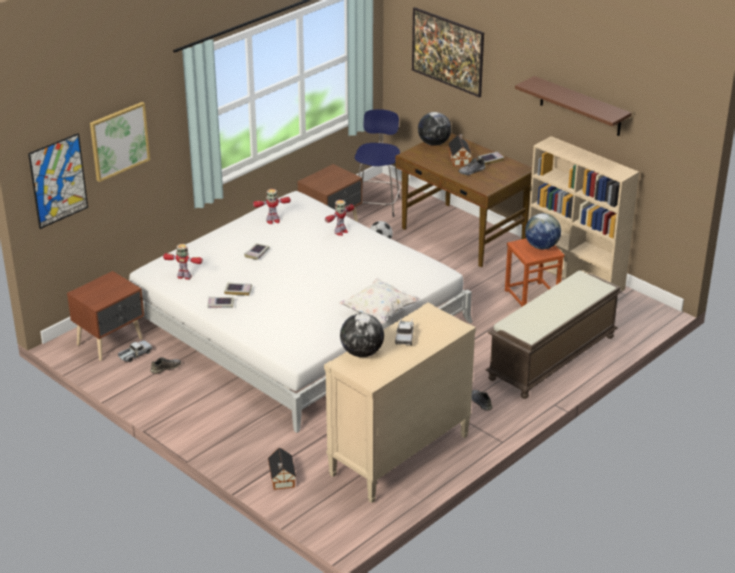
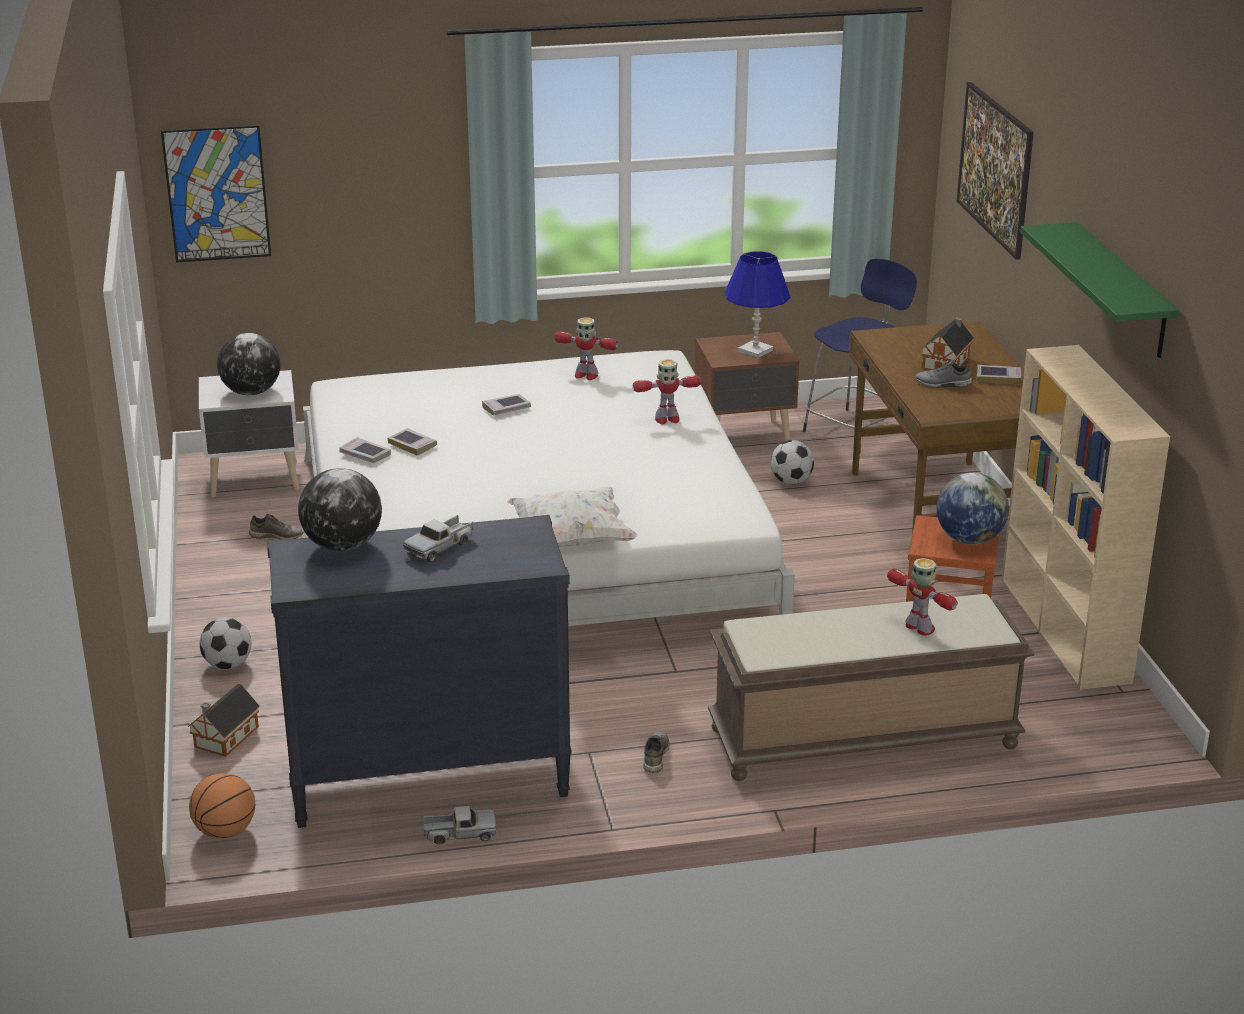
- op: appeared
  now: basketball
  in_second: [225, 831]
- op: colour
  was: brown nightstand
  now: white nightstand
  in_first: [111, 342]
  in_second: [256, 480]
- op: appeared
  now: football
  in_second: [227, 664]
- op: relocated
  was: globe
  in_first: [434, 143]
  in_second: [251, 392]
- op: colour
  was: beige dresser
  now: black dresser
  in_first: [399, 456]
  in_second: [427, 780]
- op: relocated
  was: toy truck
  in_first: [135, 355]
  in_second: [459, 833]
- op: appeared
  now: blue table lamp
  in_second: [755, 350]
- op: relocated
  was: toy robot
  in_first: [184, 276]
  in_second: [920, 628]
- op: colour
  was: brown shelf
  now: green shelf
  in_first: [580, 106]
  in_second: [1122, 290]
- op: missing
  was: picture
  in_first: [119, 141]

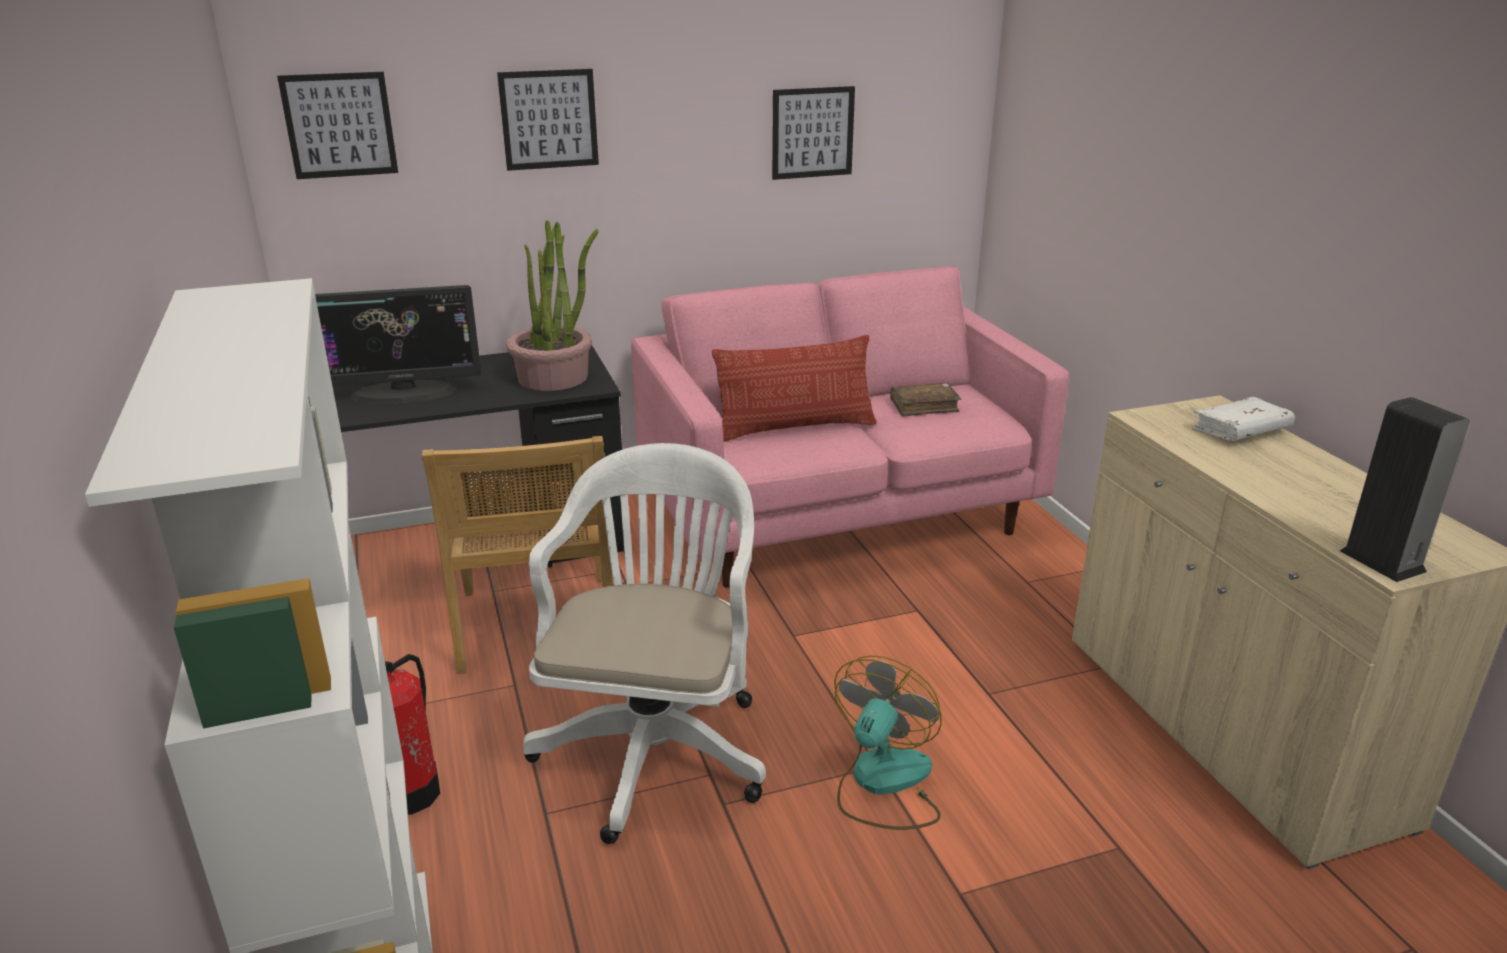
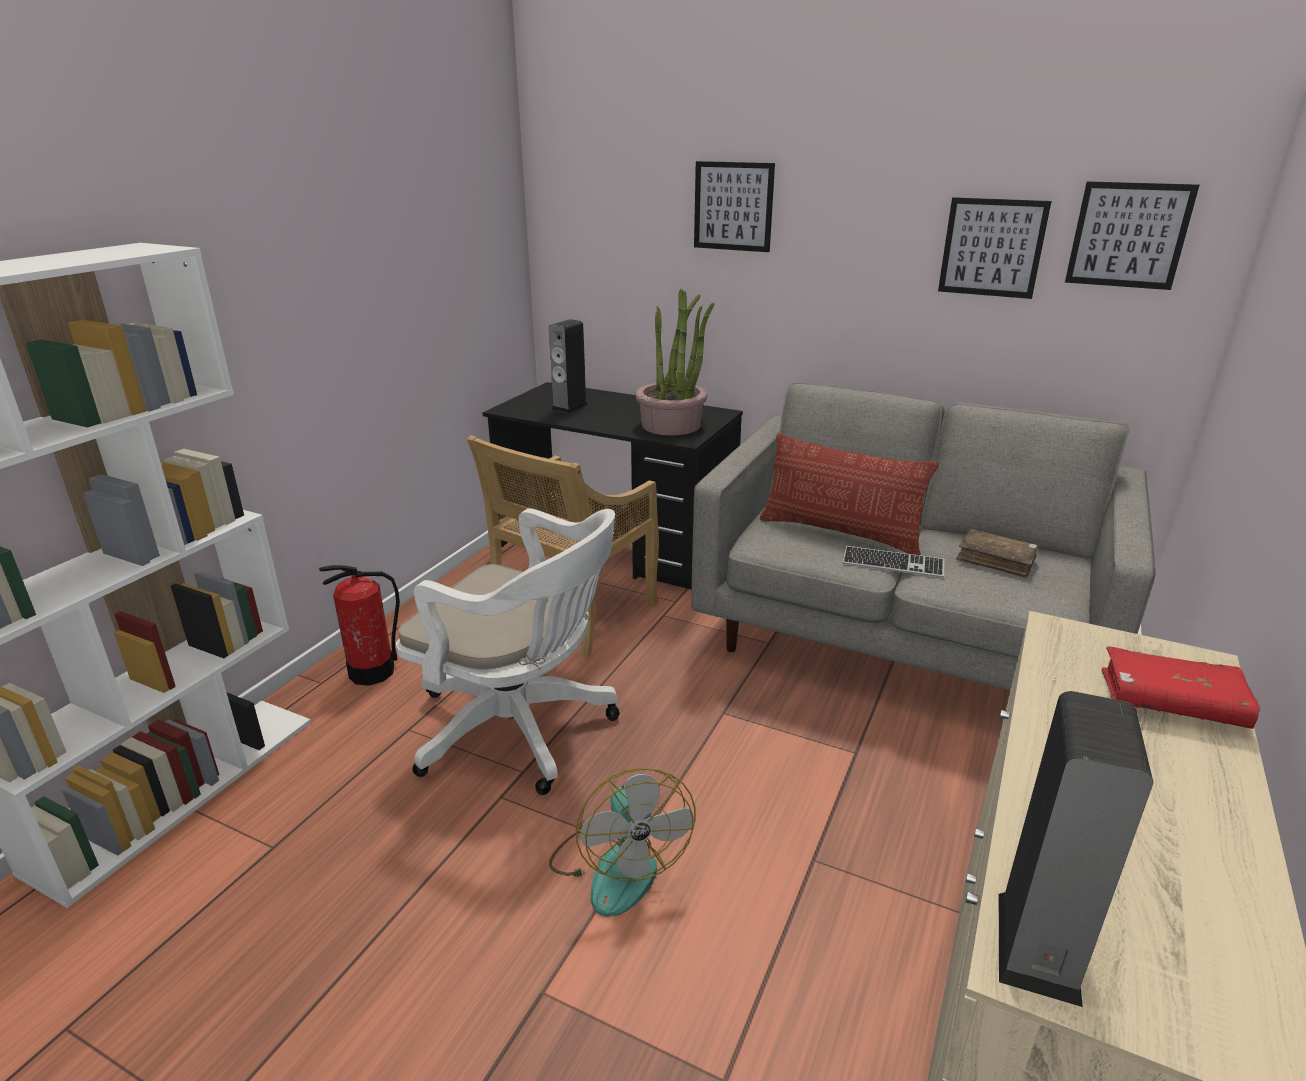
- op: spun
  was: white office chair
  in_first: [656, 745]
  in_second: [522, 730]
  clockwise: 60
- op: exchanged
  was: monitor
  now: speaker
  in_first: [404, 392]
  in_second: [569, 407]
- op: spun
  was: fan
  in_first: [883, 784]
  in_second: [618, 865]
  clockwise: 90
- op: colour
  was: pink sofa
  now: grey sofa
  in_first: [838, 517]
  in_second: [899, 642]
- op: appeared
  now: keyboard
  in_second: [892, 564]
- op: relocated
  was: picture
  in_first: [339, 125]
  in_second: [1128, 235]
- op: colour
  was: white book
  now: red book
  in_first: [1240, 431]
  in_second: [1171, 702]

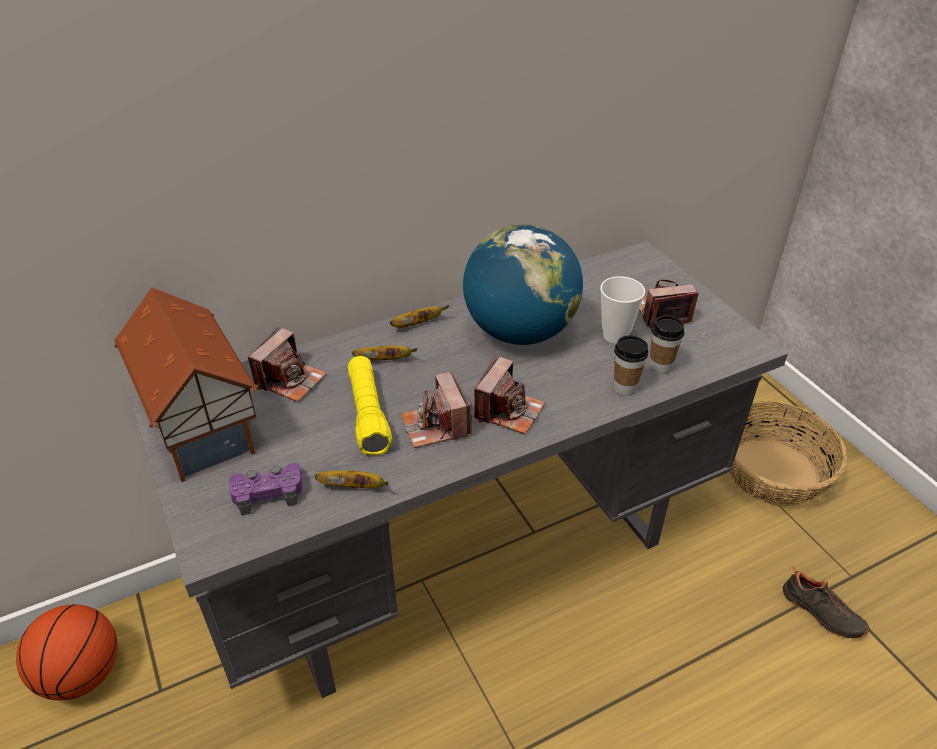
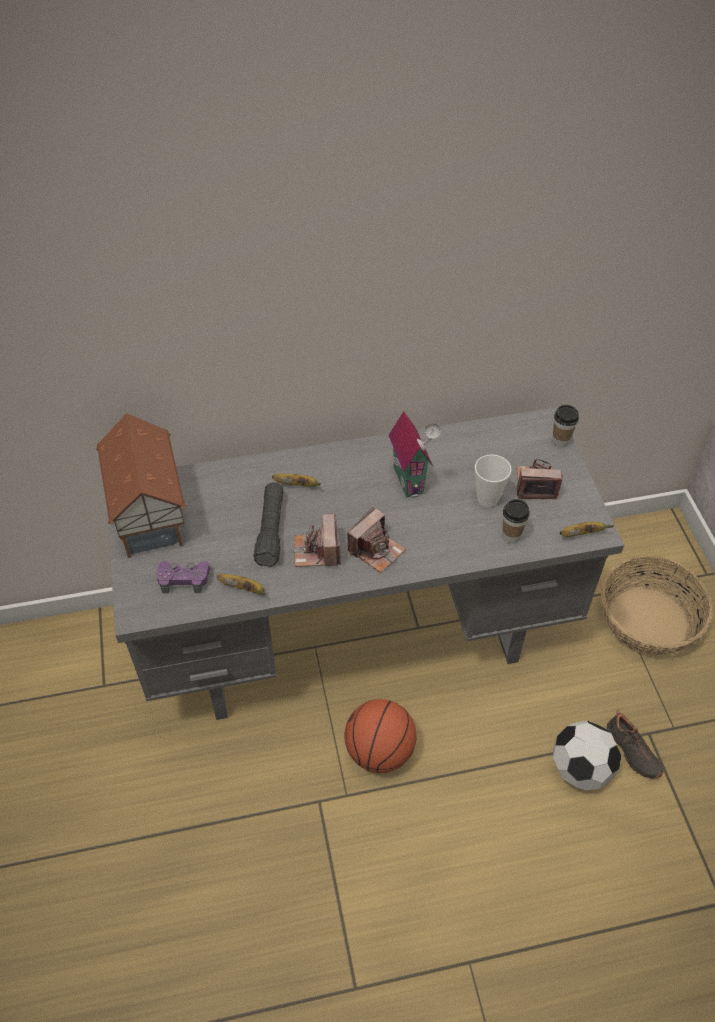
- op: colour
  was: yellow flashlight
  now: black flashlight
  in_first: [368, 414]
  in_second: [271, 530]
- op: relocated
  was: basketball
  in_first: [82, 674]
  in_second: [380, 751]
- op: exchanged
  was: globe
  now: toy house
  in_first: [519, 332]
  in_second: [411, 480]
- op: relocated
  was: cup
  in_first: [624, 388]
  in_second: [560, 441]
- op: appeared
  now: football
  in_second: [580, 769]
- op: relocated
  was: banana
  in_first: [417, 324]
  in_second: [581, 534]
- op: missing
  was: photo camera
  in_first: [290, 380]

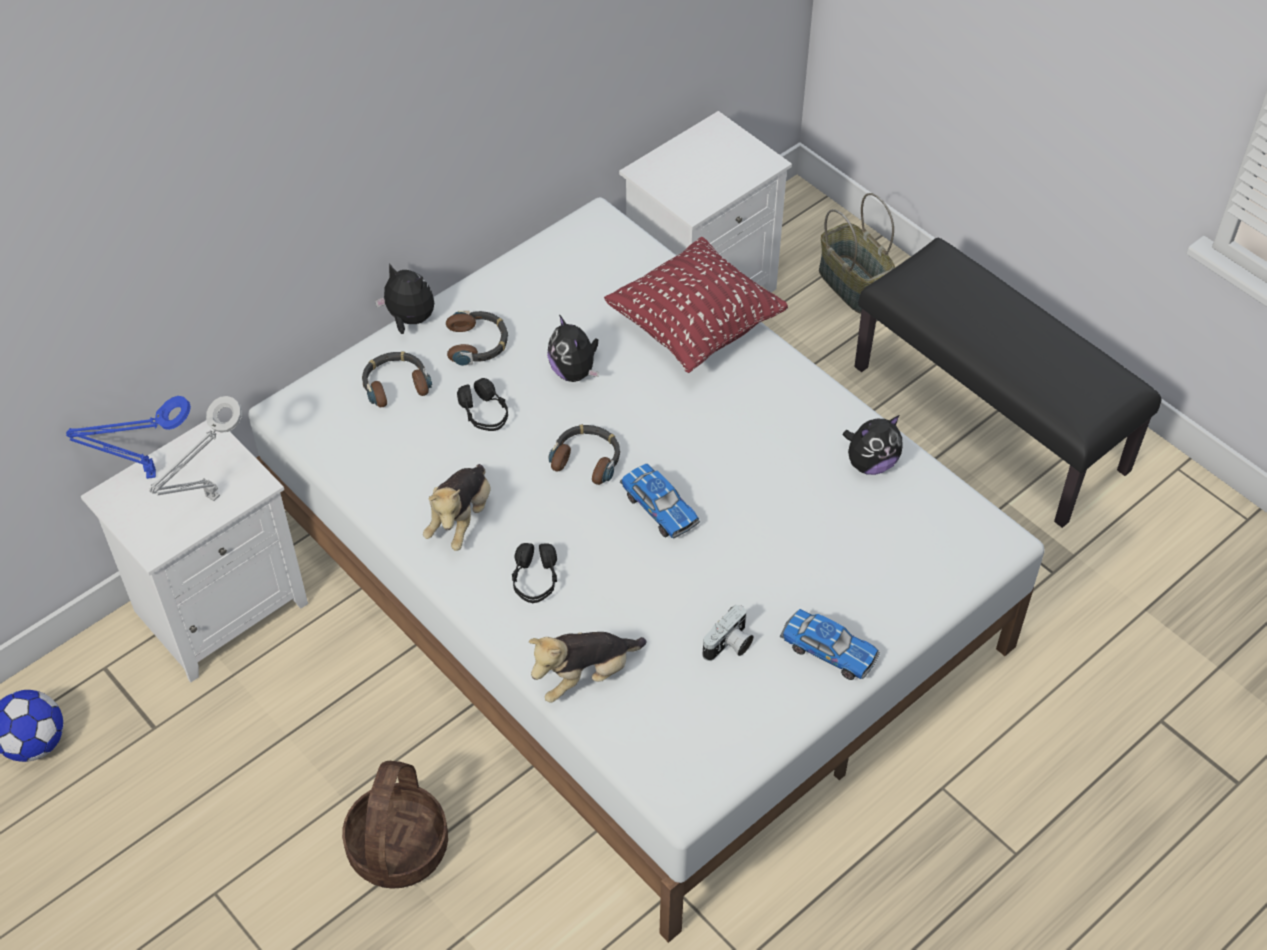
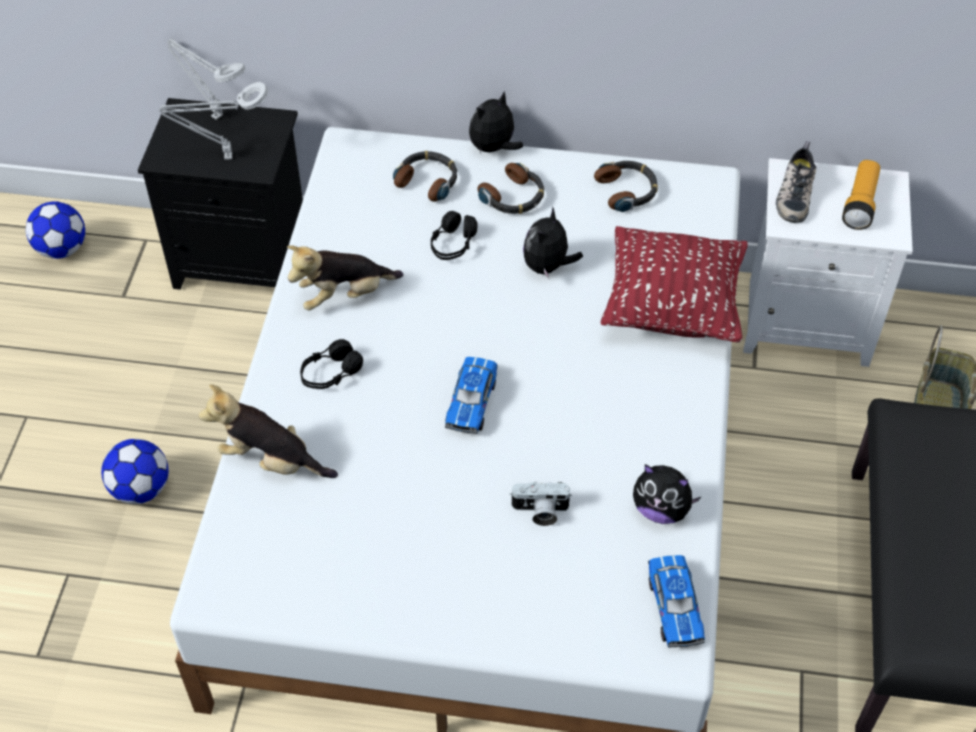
- op: exchanged
  was: basket
  now: football
  in_first: [397, 846]
  in_second: [141, 489]
- op: colour
  was: white nightstand
  now: black nightstand
  in_first: [220, 605]
  in_second: [245, 260]
- op: colour
  was: blue table lamp
  now: grey table lamp
  in_first: [147, 475]
  in_second: [214, 115]
- op: spun
  was: plush toy
  in_first: [409, 320]
  in_second: [493, 148]
  clockwise: -120
- op: relocated
  was: photo camera
  in_first: [729, 645]
  in_second: [540, 511]
- op: relocated
  was: headphones
  in_first: [587, 459]
  in_second: [627, 190]
- op: relocated
  was: toy car
  in_first: [828, 650]
  in_second: [674, 606]
- op: appeared
  now: shoe
  in_second: [793, 193]
- op: appeared
  now: flashlight
  in_second: [860, 204]

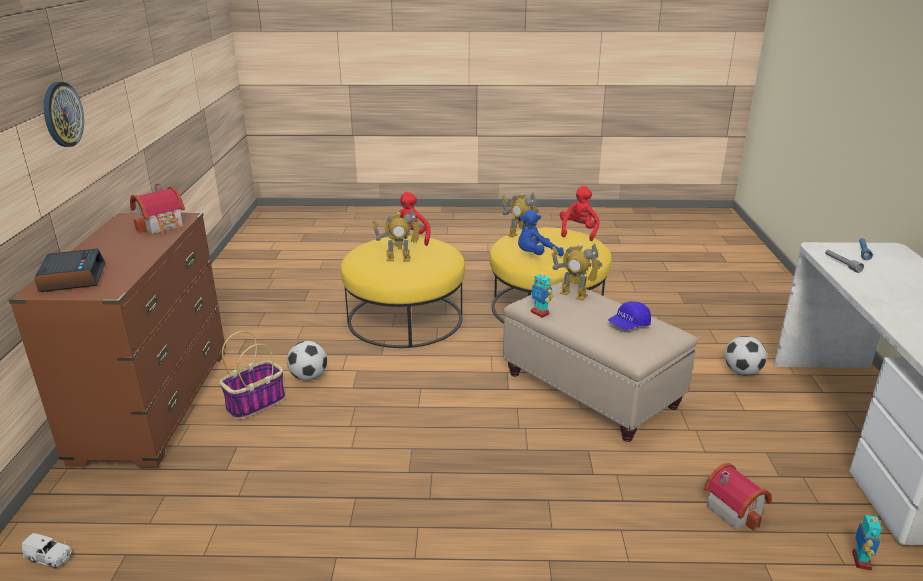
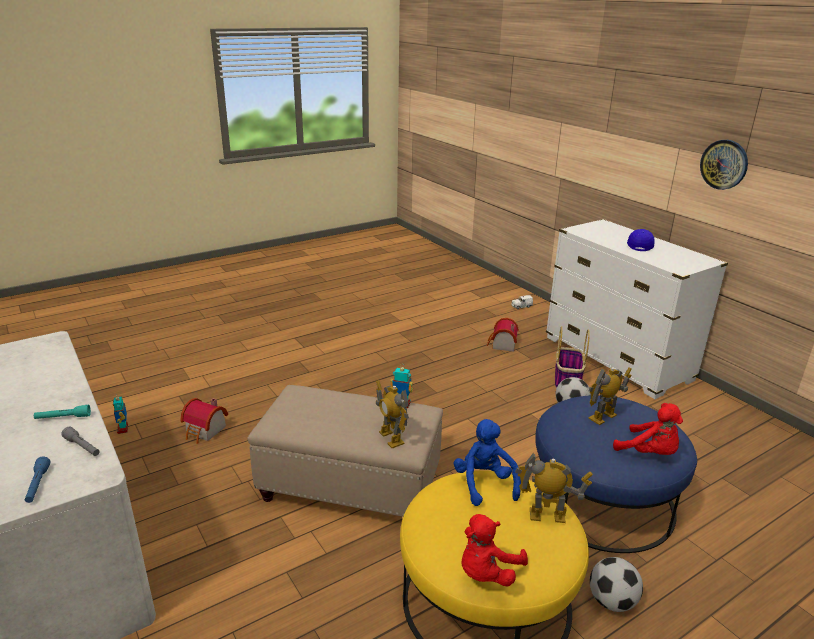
- op: appeared
  now: turquoise flashlight
  in_second: [63, 418]
- op: spun
  was: toy robot
  in_first: [573, 294]
  in_second: [391, 438]
  clockwise: -120
- op: spun
  was: blue plush toy
  in_first: [536, 255]
  in_second: [484, 483]
  clockwise: -45
- op: spun
  was: red plush toy
  in_first: [578, 232]
  in_second: [486, 572]
  clockwise: 60
- op: relocated
  was: toy house
  in_first: [163, 226]
  in_second: [502, 345]
- op: colour
  was: yellow ottoman
  now: blue ottoman
  in_first: [405, 318]
  in_second: [602, 499]
- op: colour
  was: brown dresser
  now: white dresser
  in_first: [154, 404]
  in_second: [617, 359]
- op: relocated
  was: football
  in_first: [742, 372]
  in_second: [611, 601]
- op: relocated
  was: blue cap
  in_first: [629, 325]
  in_second: [640, 245]
- op: missing
  was: alarm clock
  in_first: [72, 277]

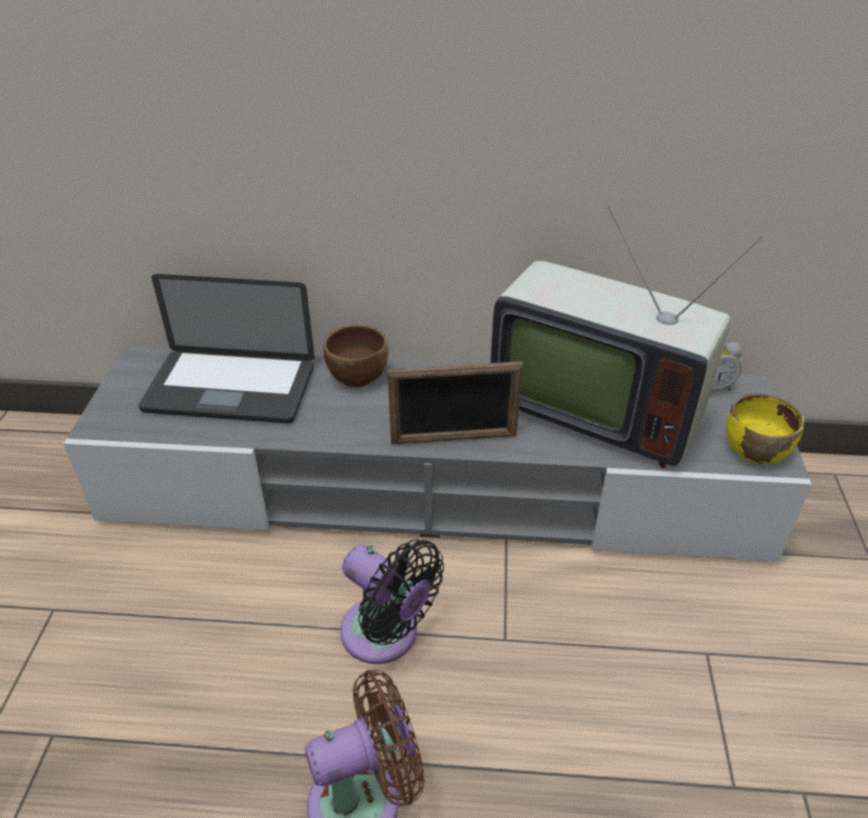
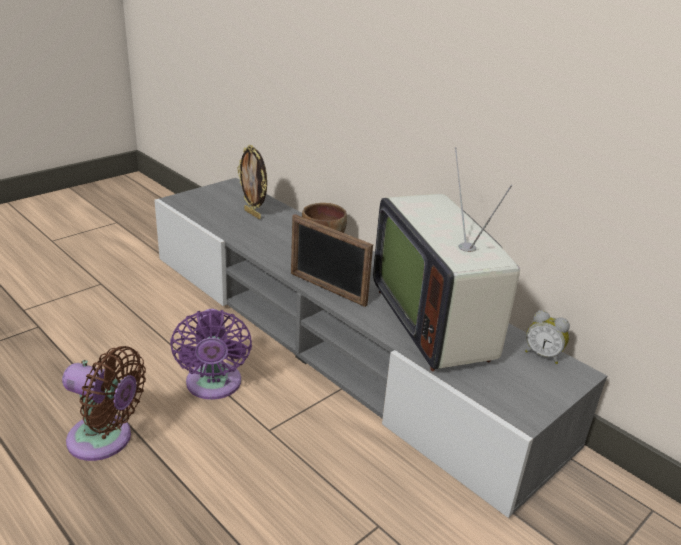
- op: colour
  was: black fan
  now: purple fan
  in_first: [386, 635]
  in_second: [213, 386]
- op: exchanged
  was: laptop
  now: picture frame
  in_first: [230, 389]
  in_second: [253, 214]
- op: missing
  was: yellow bowl
  in_first: [754, 450]

